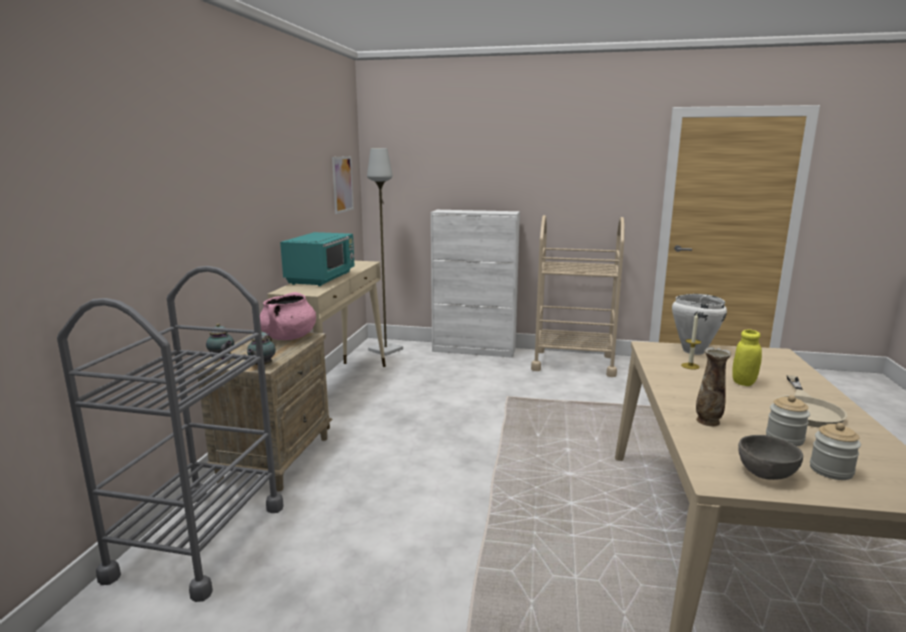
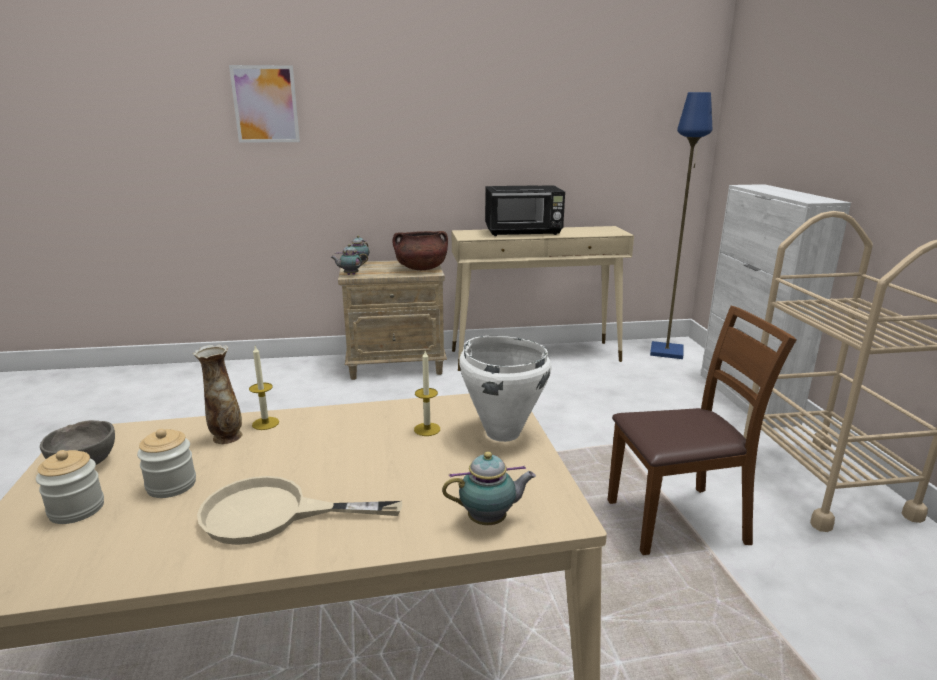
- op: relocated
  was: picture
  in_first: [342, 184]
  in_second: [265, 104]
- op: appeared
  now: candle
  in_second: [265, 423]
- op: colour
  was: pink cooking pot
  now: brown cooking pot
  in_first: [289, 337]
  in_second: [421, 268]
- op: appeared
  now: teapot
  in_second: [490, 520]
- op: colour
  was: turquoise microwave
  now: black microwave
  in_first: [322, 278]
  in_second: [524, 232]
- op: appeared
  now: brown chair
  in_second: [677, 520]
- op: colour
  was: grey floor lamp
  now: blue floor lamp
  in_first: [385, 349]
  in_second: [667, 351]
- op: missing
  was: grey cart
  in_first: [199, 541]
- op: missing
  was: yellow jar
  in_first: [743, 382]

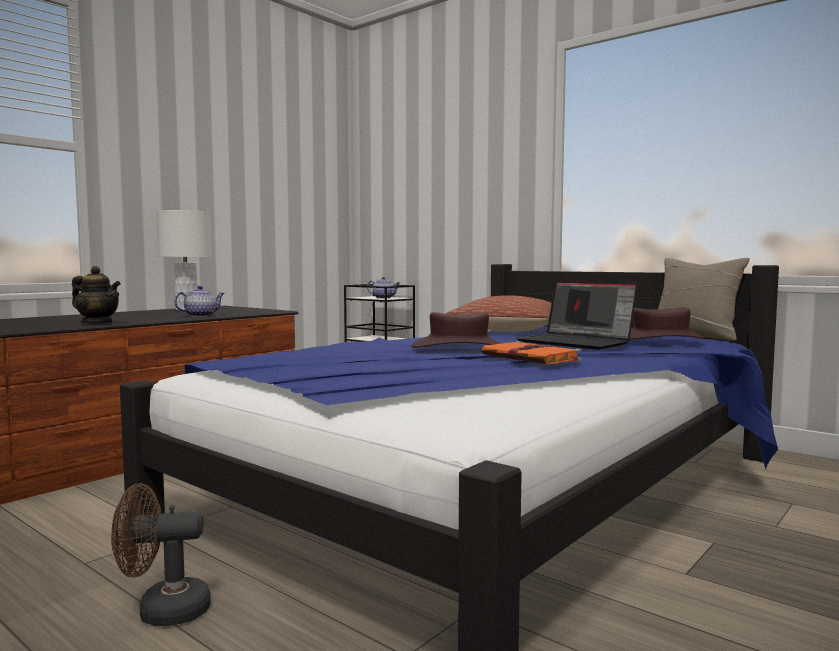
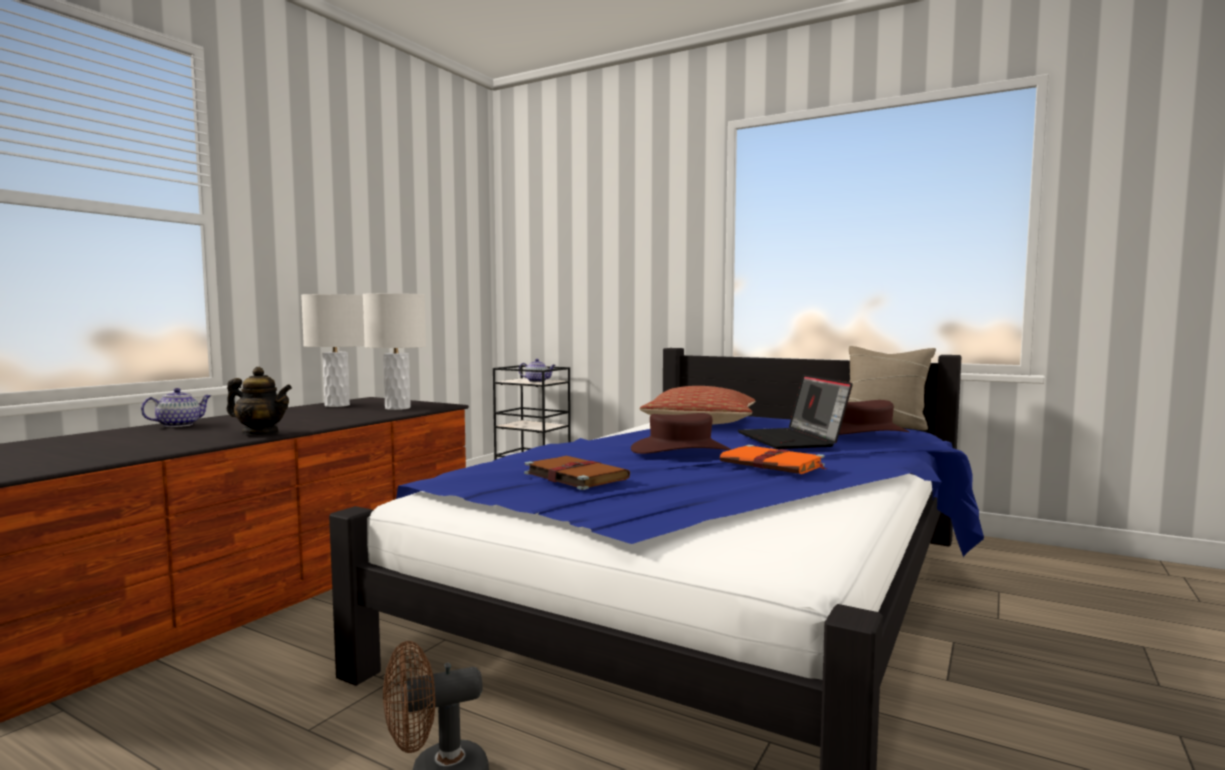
- op: relocated
  was: teapot
  in_first: [201, 316]
  in_second: [179, 425]
- op: appeared
  now: white table lamp
  in_second: [398, 408]
- op: appeared
  now: brown book
  in_second: [574, 476]
- op: spun
  was: laptop
  in_first: [577, 342]
  in_second: [792, 440]
  clockwise: 45

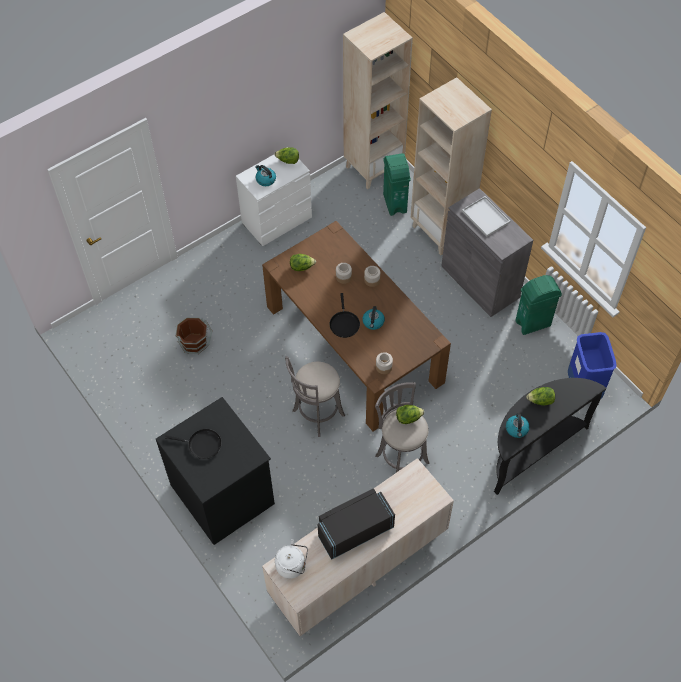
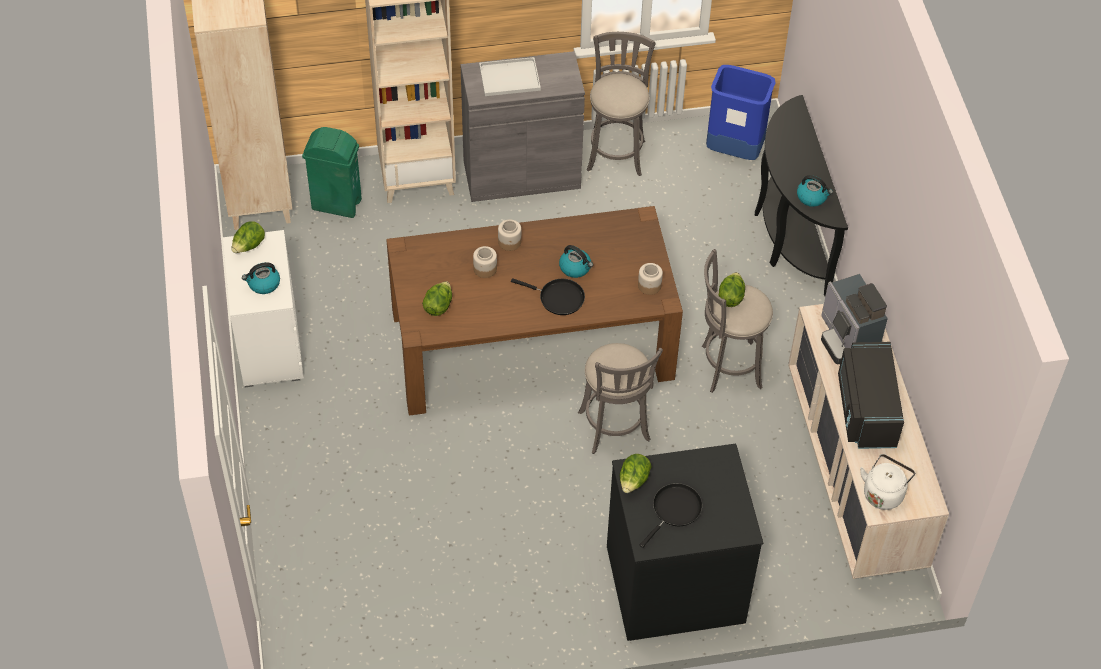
- op: exchanged
  was: green trash can
  now: grey stool
  in_first: [533, 323]
  in_second: [616, 153]
- op: relocated
  was: lettuce
  in_first: [540, 401]
  in_second: [633, 481]
- op: appeared
  now: coffee machine
  in_second: [847, 337]
- op: missing
  was: brown bucket
  in_first: [195, 343]

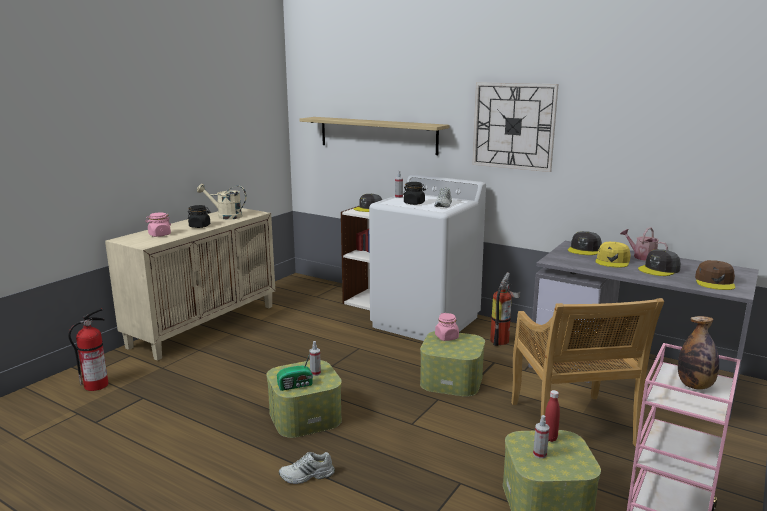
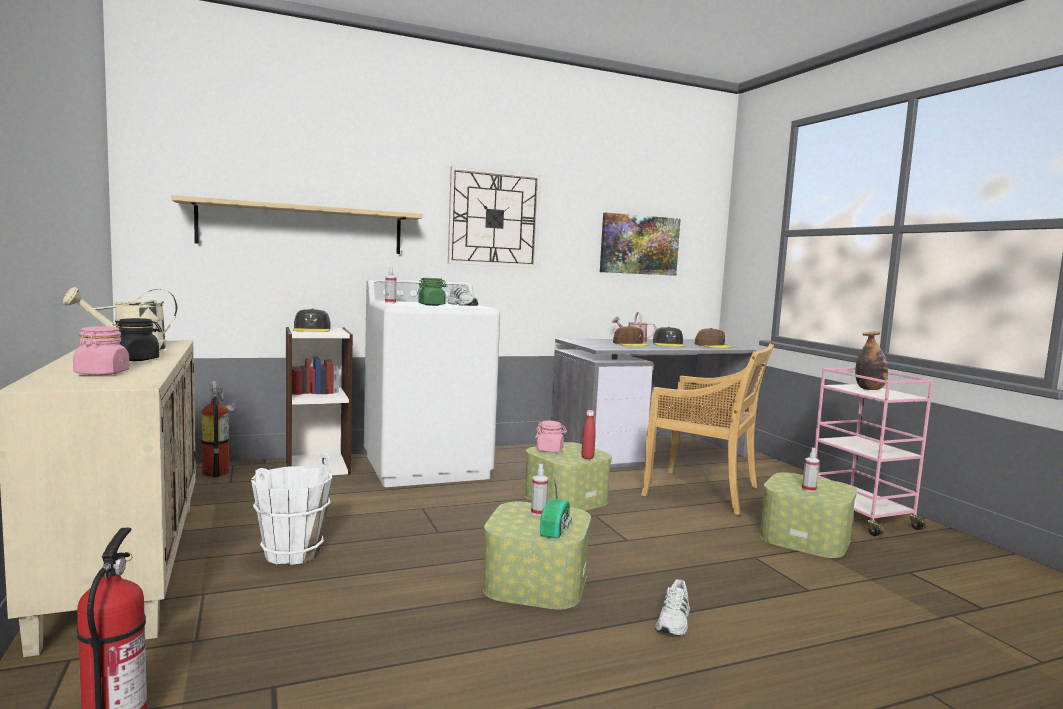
- op: relocated
  was: fire extinguisher
  in_first: [502, 340]
  in_second: [218, 471]
- op: appeared
  now: white bucket
  in_second: [291, 553]
- op: colour
  was: black jar
  now: green jar
  in_first: [414, 203]
  in_second: [432, 305]
- op: relocated
  was: red bottle
  in_first: [550, 438]
  in_second: [587, 458]
- op: appeared
  now: picture
  in_second: [639, 245]
- op: colour
  was: yellow cap
  now: brown cap
  in_first: [612, 261]
  in_second: [631, 344]
- op: missing
  was: grey cap
  in_first: [584, 249]

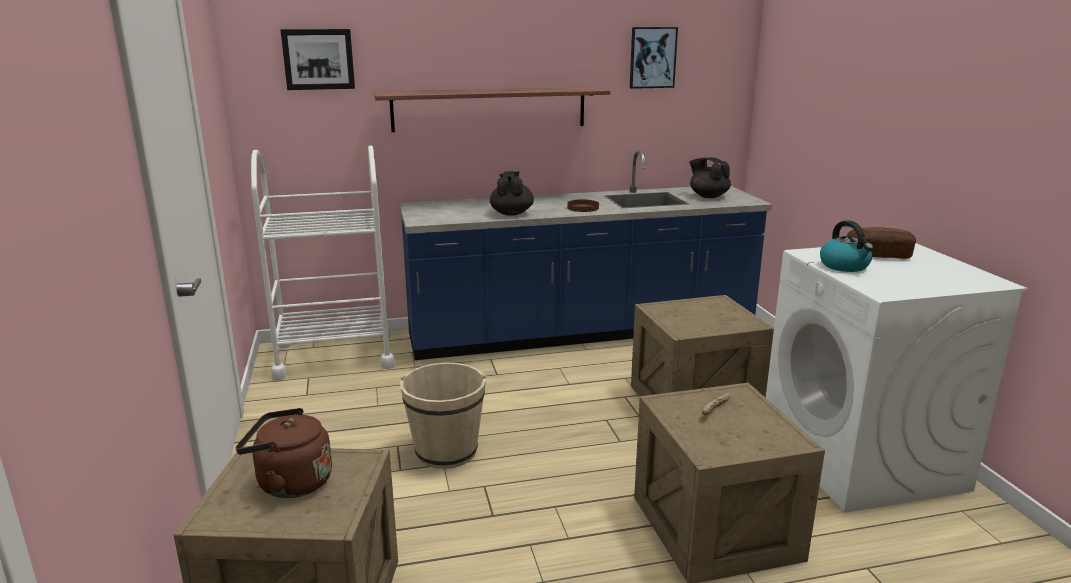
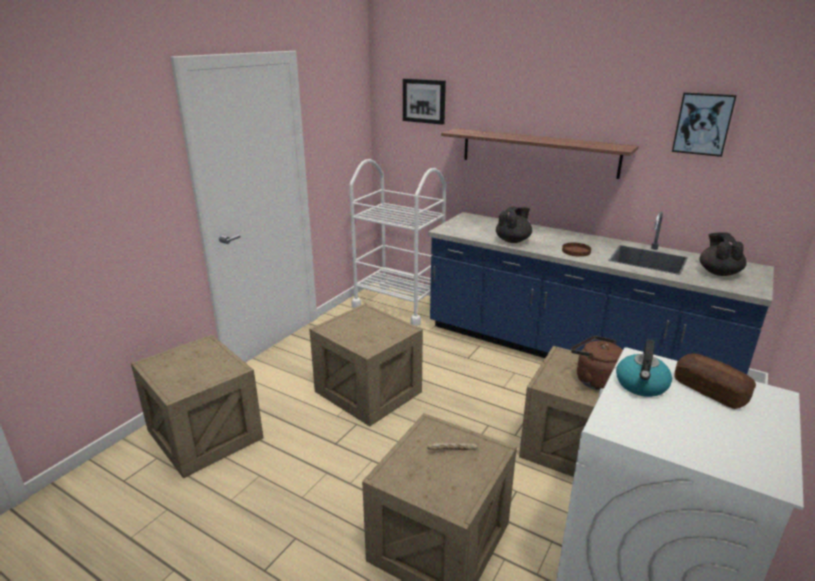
- op: exchanged
  was: beige bucket
  now: crate
  in_first: [446, 451]
  in_second: [368, 392]
- op: relocated
  was: brown kettle
  in_first: [290, 483]
  in_second: [594, 380]

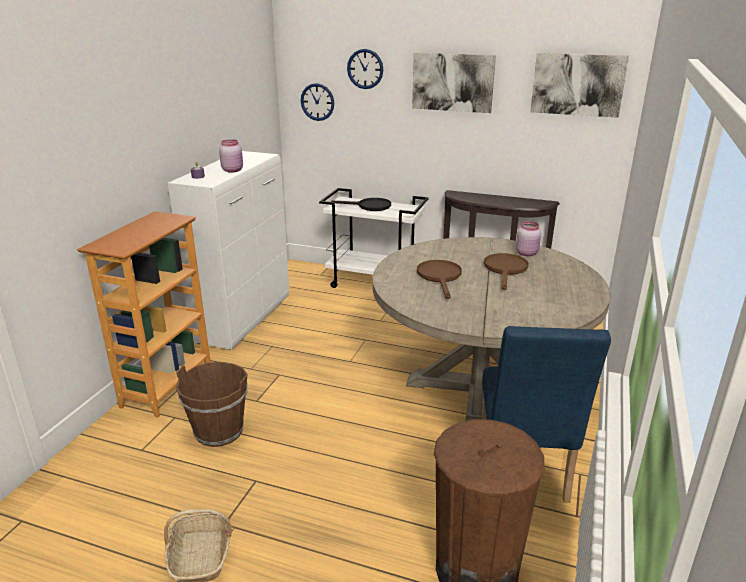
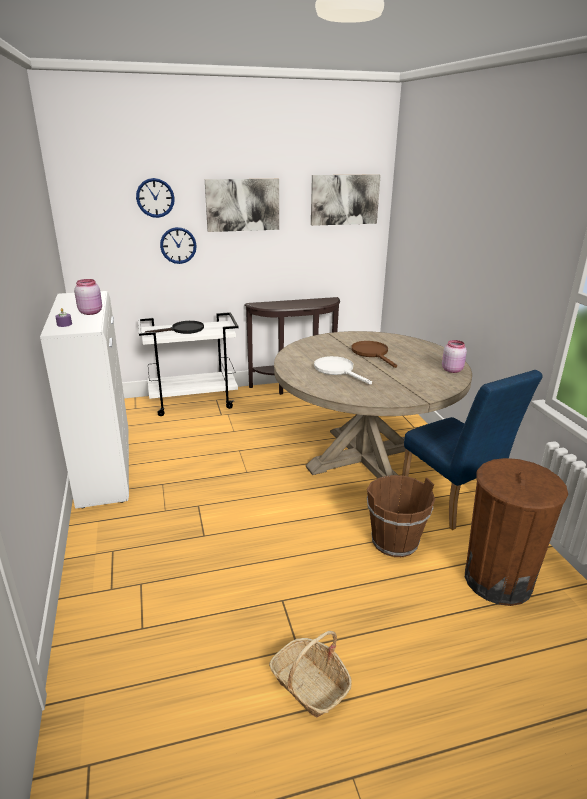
- op: relocated
  was: wall clock
  in_first: [317, 102]
  in_second: [178, 245]
- op: colour
  was: brown frying pan
  now: white frying pan
  in_first: [440, 277]
  in_second: [338, 370]
- op: relocated
  was: brown bucket
  in_first: [218, 431]
  in_second: [394, 542]
- op: relocated
  was: pink jar
  in_first: [527, 253]
  in_second: [452, 370]
- op: missing
  was: bookcase
  in_first: [166, 386]

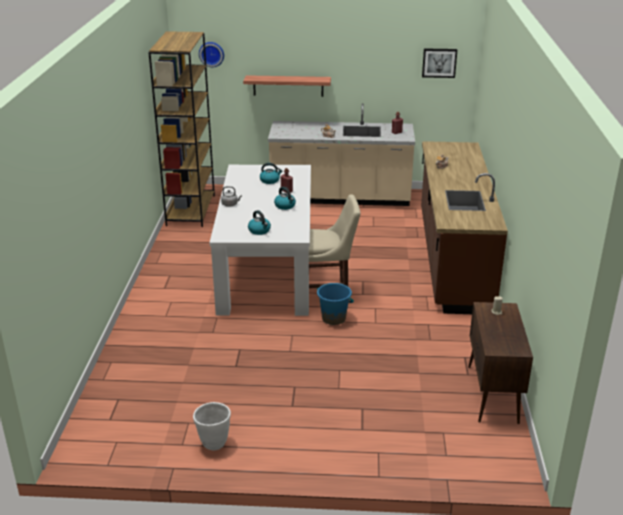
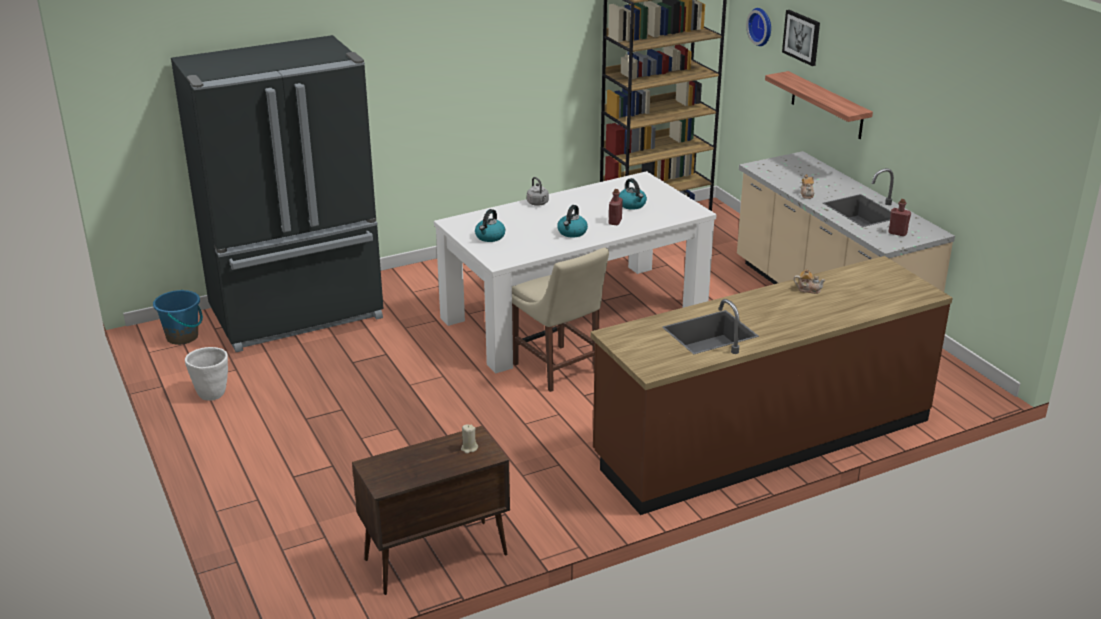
- op: relocated
  was: blue bucket
  in_first: [334, 318]
  in_second: [182, 337]
- op: appeared
  now: black fridge
  in_second: [298, 315]
- op: relocated
  was: picture
  in_first: [439, 62]
  in_second: [802, 37]

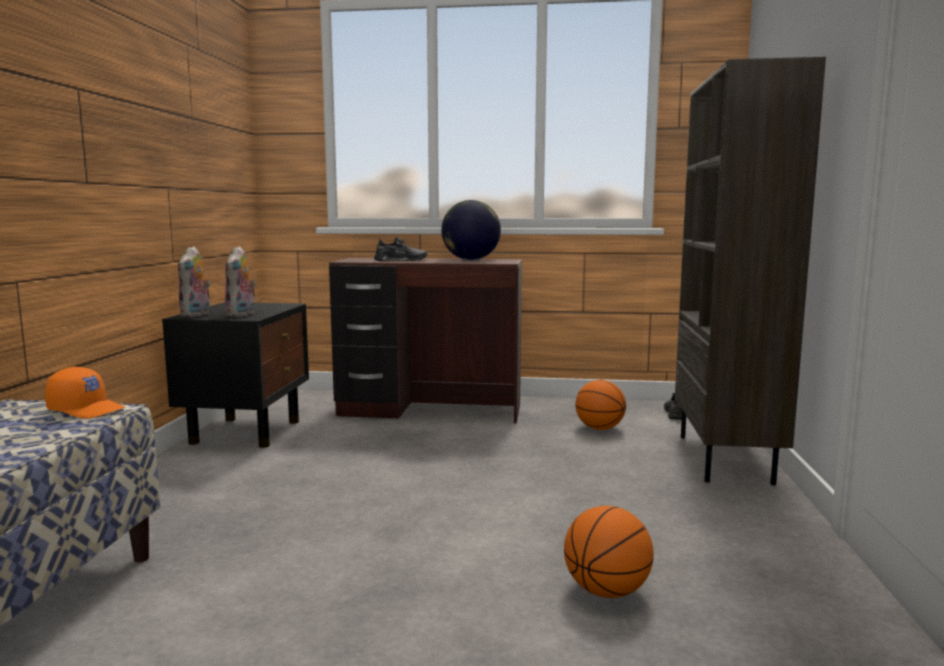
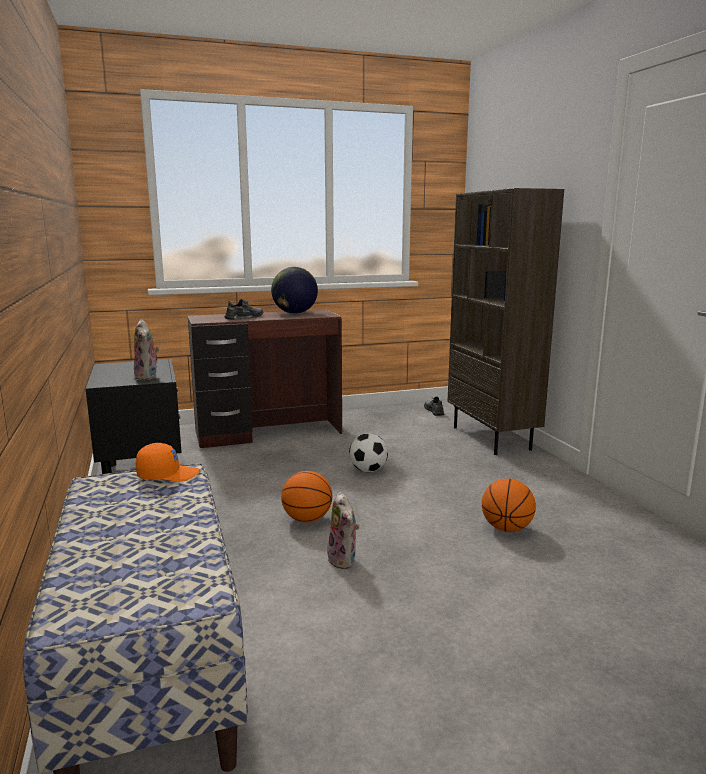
- op: relocated
  was: basketball
  in_first: [599, 428]
  in_second: [307, 519]
- op: relocated
  was: plush toy
  in_first: [196, 315]
  in_second: [344, 560]
- op: appeared
  now: football
  in_second: [368, 470]

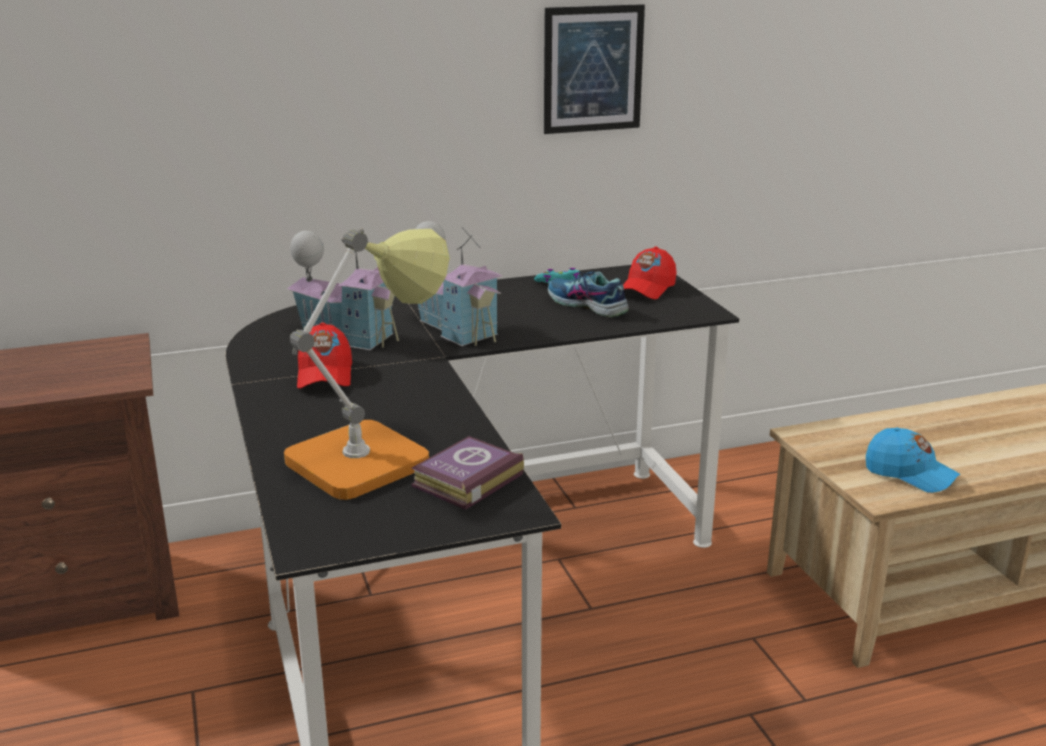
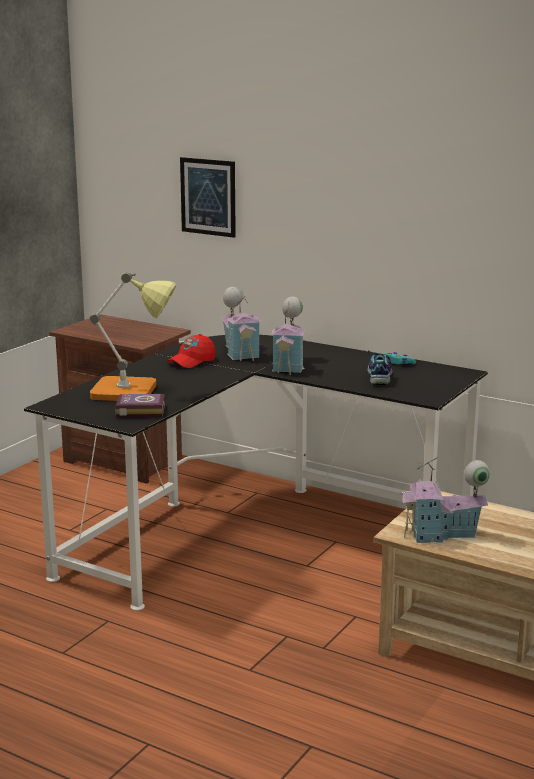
- op: relocated
  was: picture
  in_first: [593, 69]
  in_second: [208, 197]
- op: exchanged
  was: blue cap
  now: toy house
  in_first: [910, 474]
  in_second: [442, 534]
- op: missing
  was: red cap
  in_first: [647, 289]

